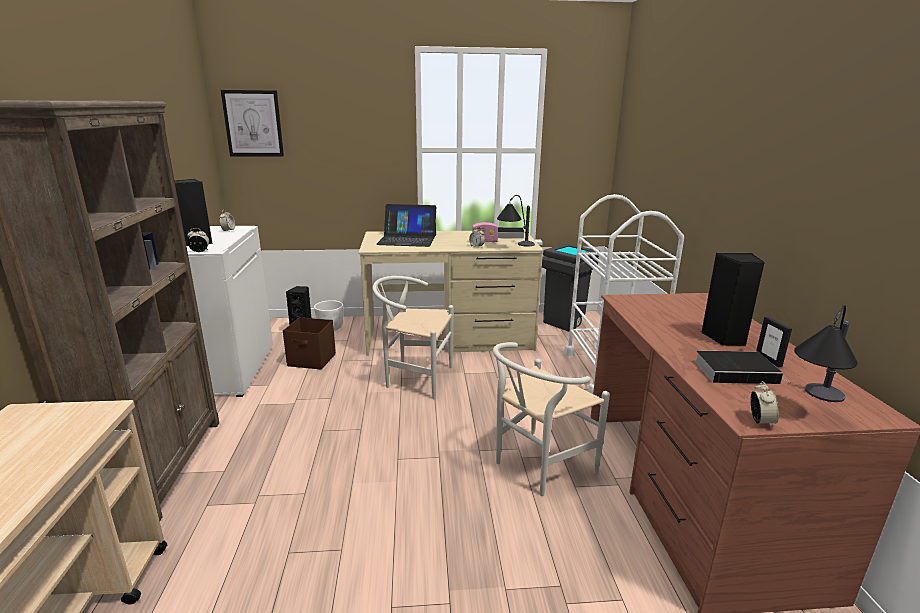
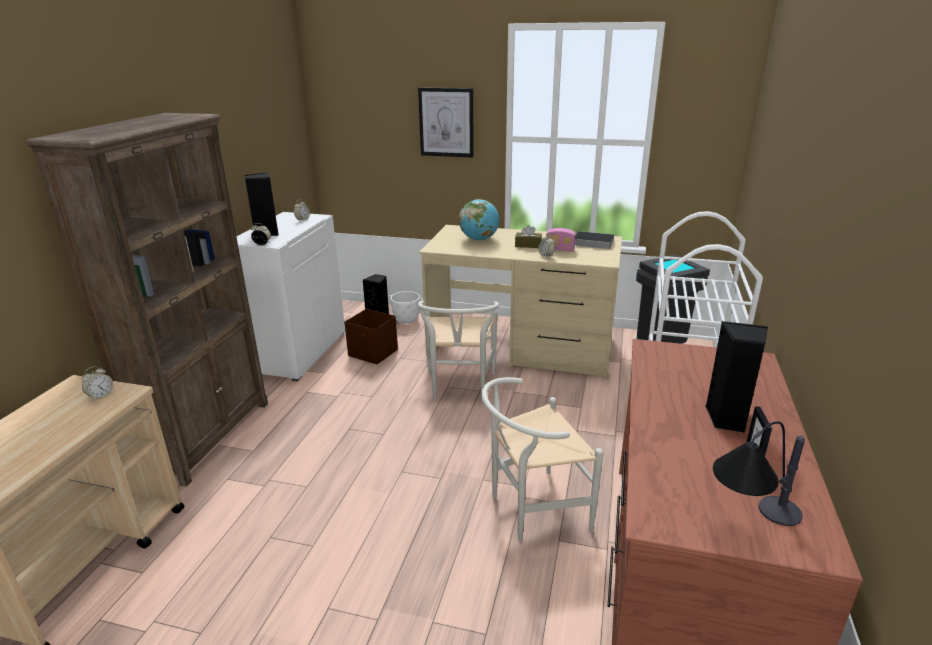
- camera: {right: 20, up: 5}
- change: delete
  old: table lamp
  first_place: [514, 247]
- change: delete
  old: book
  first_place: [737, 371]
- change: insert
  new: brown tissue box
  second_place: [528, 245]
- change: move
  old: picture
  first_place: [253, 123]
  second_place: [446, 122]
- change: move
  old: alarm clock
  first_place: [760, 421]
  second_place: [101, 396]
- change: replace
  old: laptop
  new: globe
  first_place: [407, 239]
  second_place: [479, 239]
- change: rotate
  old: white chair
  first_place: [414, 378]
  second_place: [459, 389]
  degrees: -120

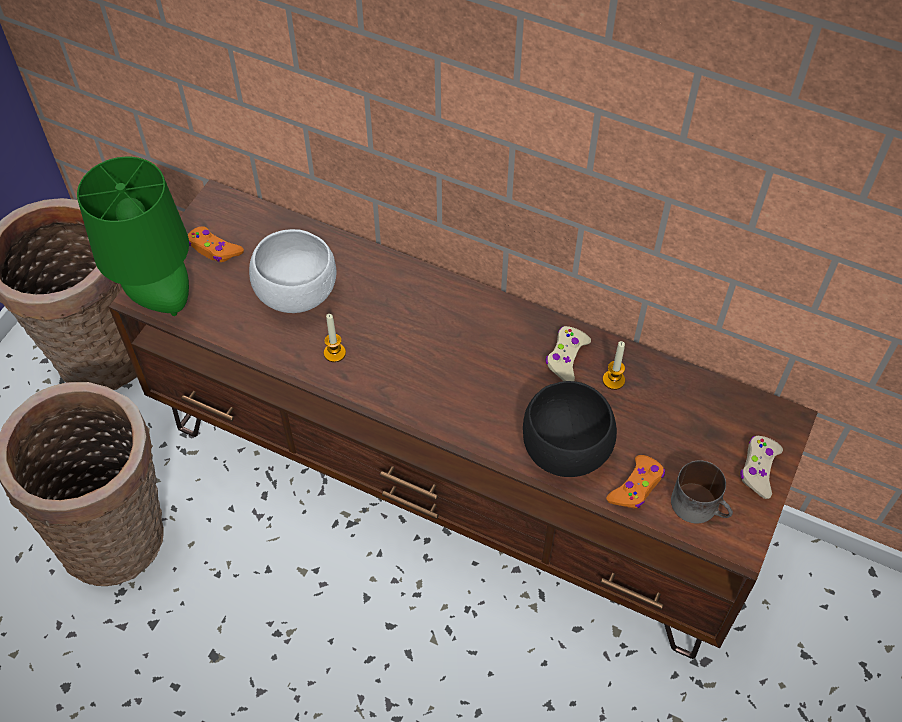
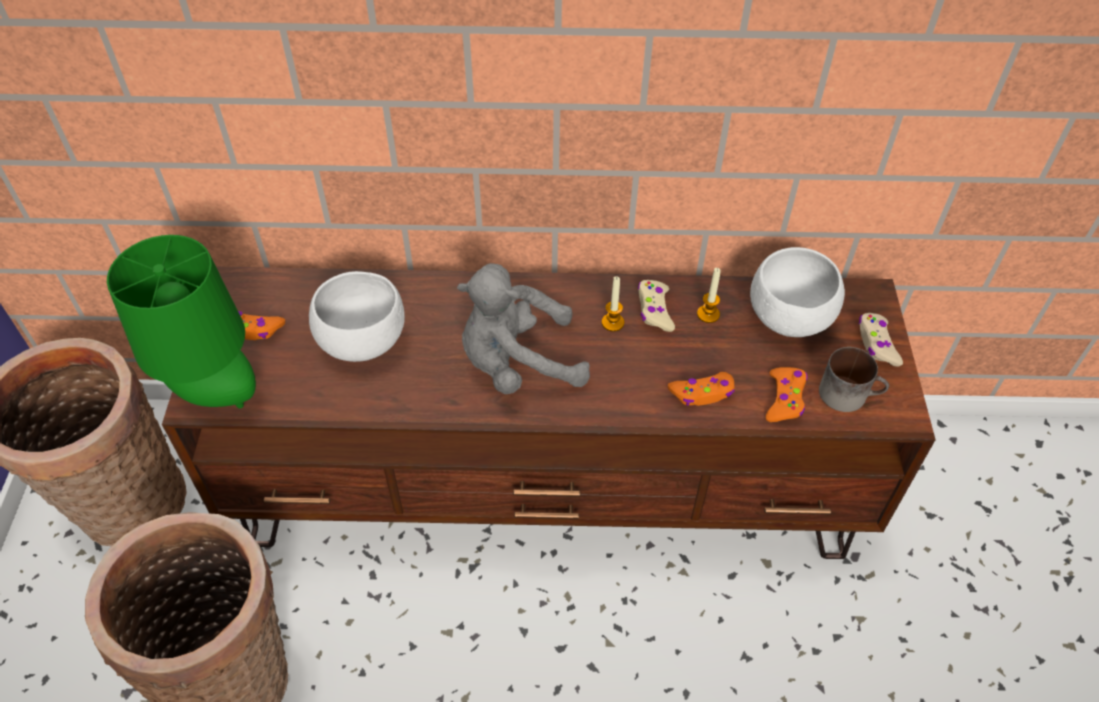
- camera: {right: -25, up: -5}
- change: insert
  new: grey plush toy
  second_place: [517, 364]
- change: insert
  new: white bowl
  second_place: [791, 320]
- change: move
  old: candle
  first_place: [334, 353]
  second_place: [612, 322]
- change: replace
  old: black bowl
  new: orange game controller
  first_place: [563, 452]
  second_place: [702, 393]

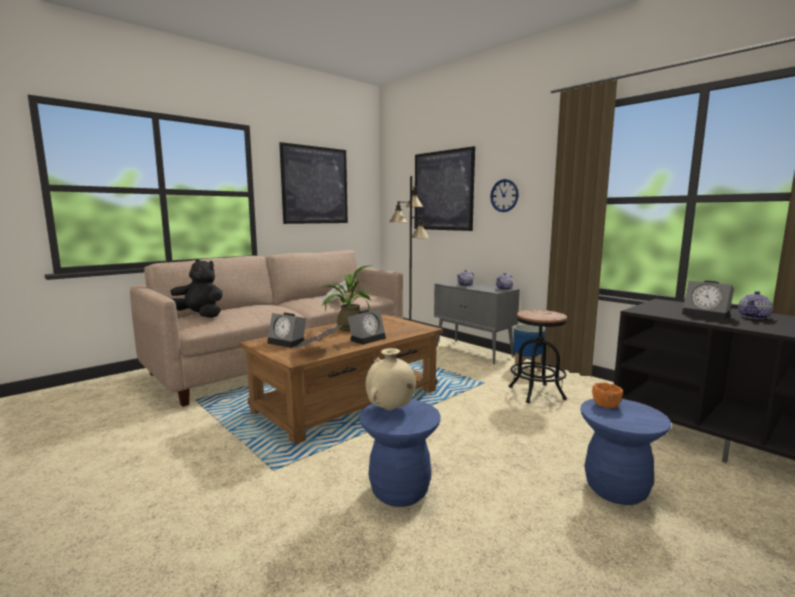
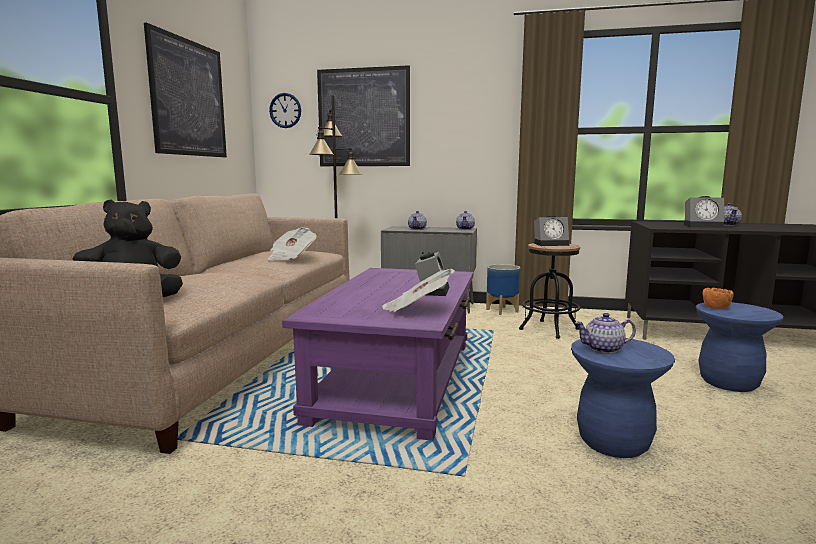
- camera: {right: -35, up: 0}
- change: delete
  old: potted plant
  first_place: [346, 328]
- change: move
  old: alarm clock
  first_place: [288, 342]
  second_place: [551, 244]
- change: move
  old: wall clock
  first_place: [504, 195]
  second_place: [285, 110]
- change: replace
  old: beige vase
  new: teapot
  first_place: [390, 410]
  second_place: [604, 349]
- change: recolor
  old: brown coffee table
  new: purple coffee table
  first_place: [348, 400]
  second_place: [397, 379]

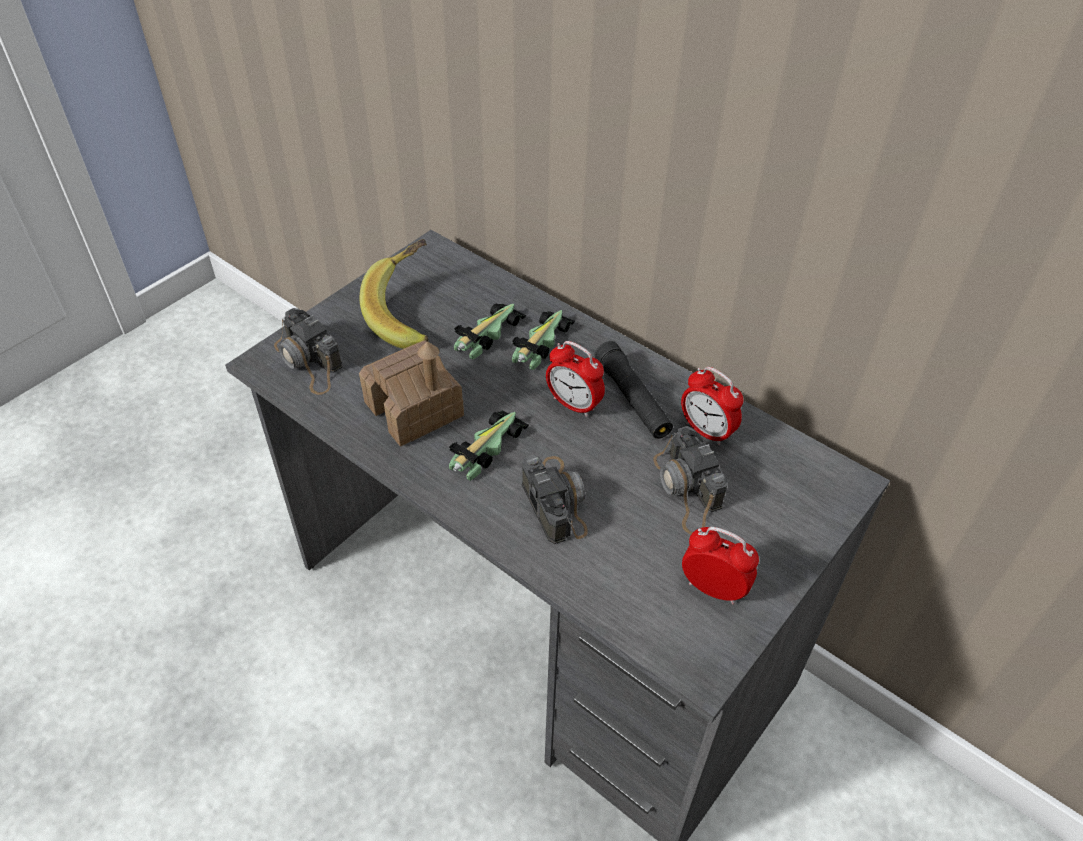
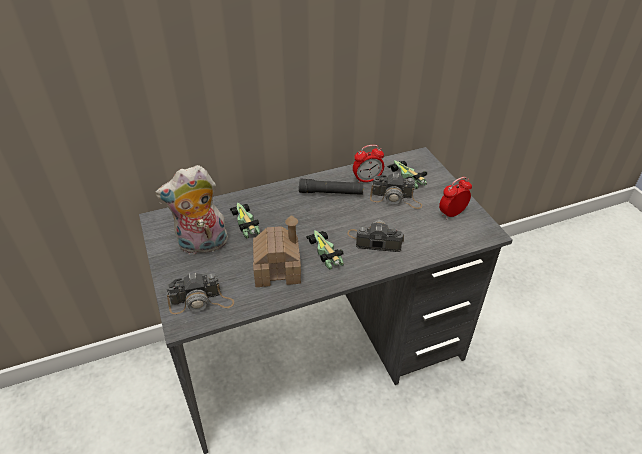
- camera: {right: -60, up: -5}
- change: delete
  old: alarm clock
  first_place: [574, 404]
- change: move
  old: toy car
  first_place: [541, 343]
  second_place: [408, 176]
- change: replace
  old: banana
  new: plush toy
  first_place: [410, 314]
  second_place: [202, 245]

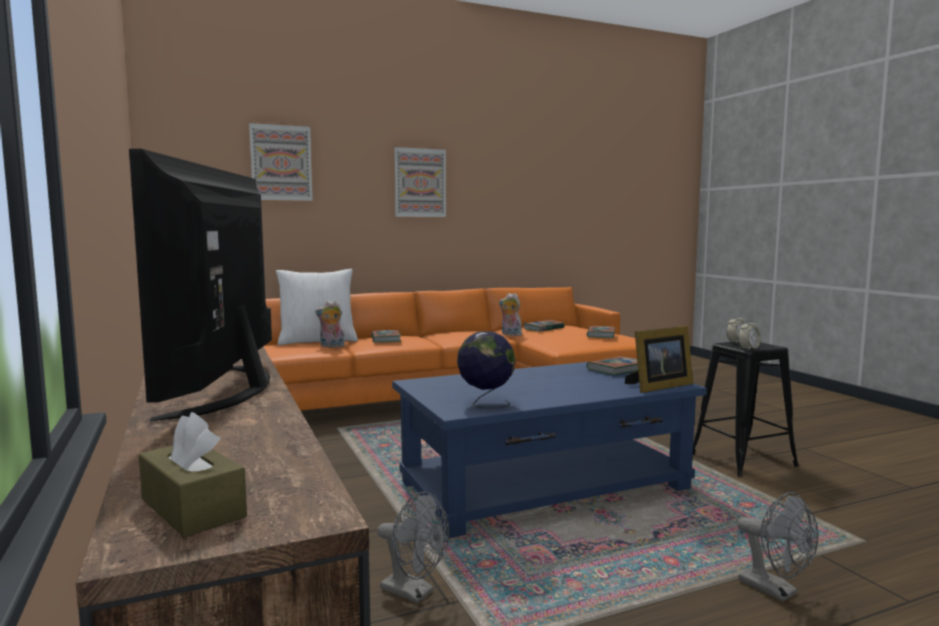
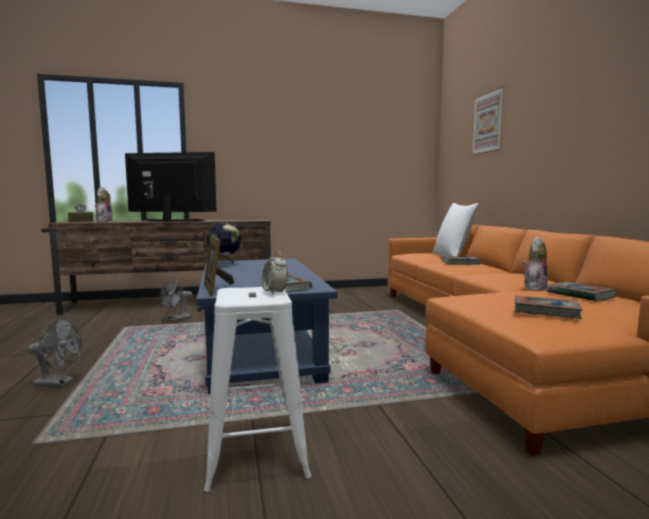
- camera: {right: 100, up: 0}
- change: delete
  old: picture
  first_place: [420, 183]
- change: delete
  old: alarm clock
  first_place: [748, 349]
- change: move
  old: plush toy
  first_place: [331, 346]
  second_place: [104, 221]
- change: recolor
  old: black stool
  new: white stool
  first_place: [742, 460]
  second_place: [255, 451]
- change: rotate
  old: grey fan
  first_place: [776, 591]
  second_place: [59, 383]
  degrees: -150

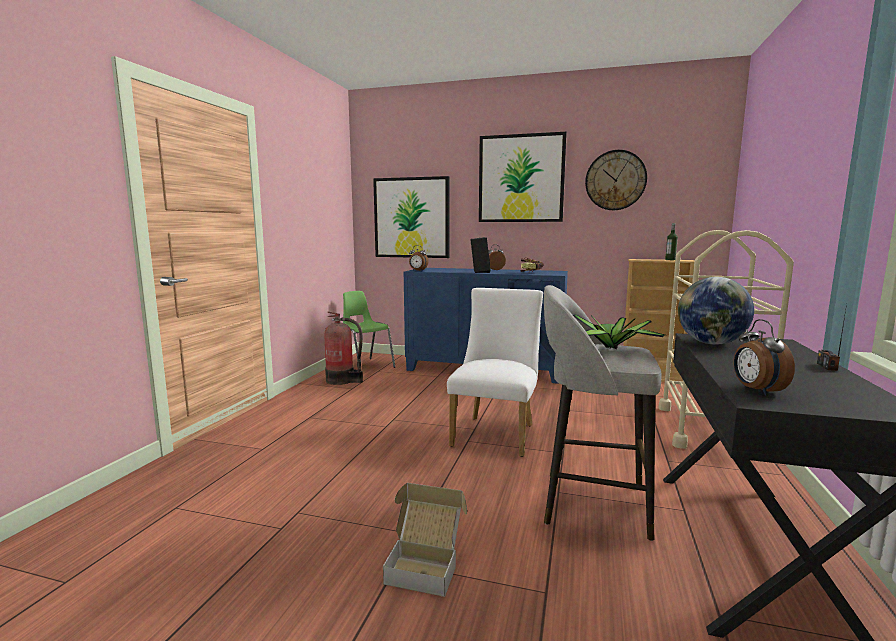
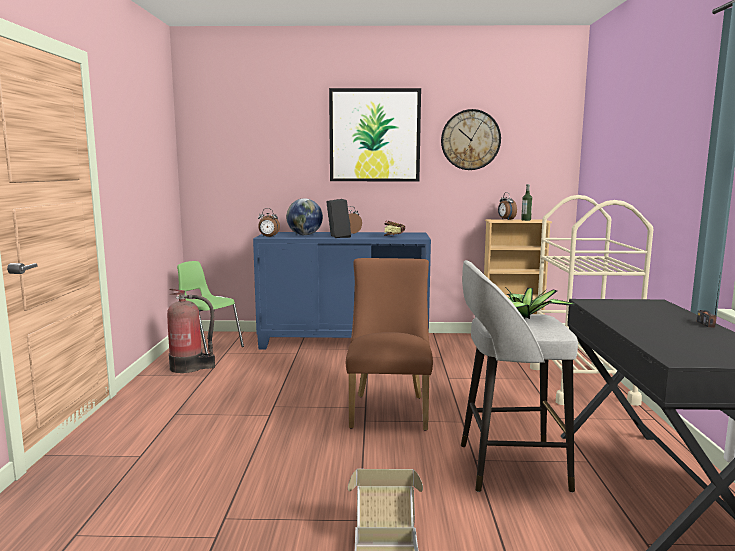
- camera: {right: -15, up: 0}
- change: delete
  old: picture
  first_place: [411, 218]
- change: move
  old: globe
  first_place: [711, 343]
  second_place: [304, 235]
- change: move
  old: alarm clock
  first_place: [756, 390]
  second_place: [506, 219]
- change: recolor
  old: white chair
  new: brown chair
  first_place: [496, 432]
  second_place: [389, 409]

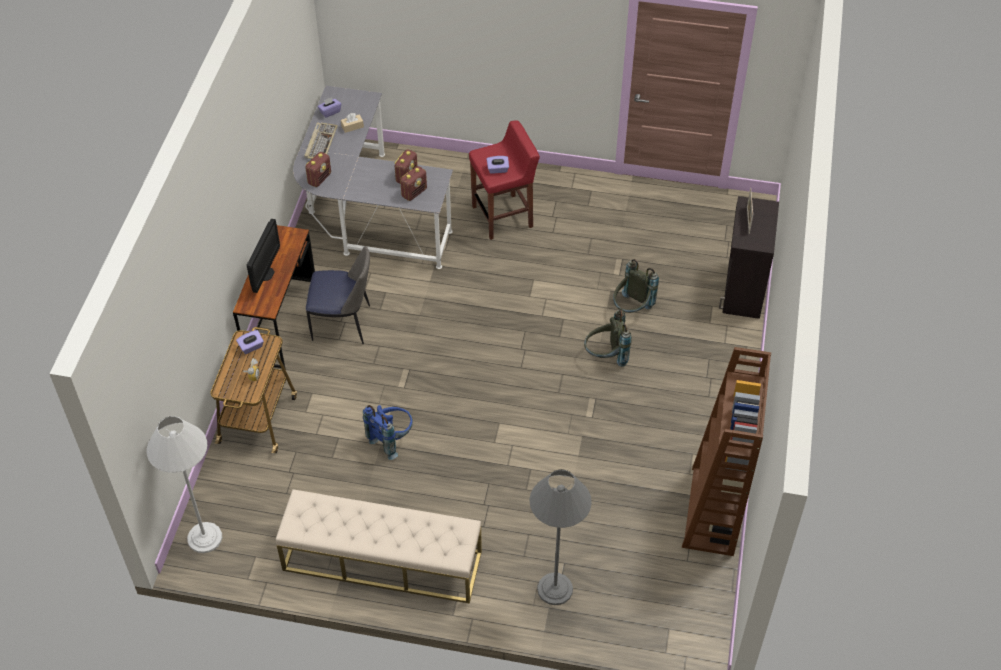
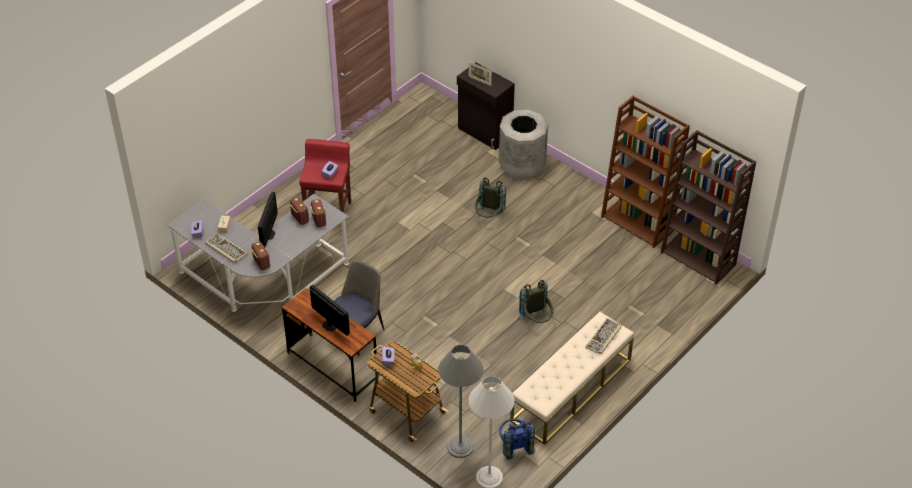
- camera: {right: -60, up: -5}
- change: insert
  new: monitor
  second_place: [268, 234]
- change: insert
  new: grey trash can
  second_place: [522, 166]
- change: insert
  new: keyboard
  second_place: [603, 337]
- change: insert
  new: brown bookcase
  second_place: [699, 258]
- change: move
  old: blue backpack
  first_place: [391, 439]
  second_place: [514, 446]
- change: move
  old: grey floor lamp
  first_place: [555, 589]
  second_place: [460, 447]
- change: move
  old: grey backpack
  first_place: [631, 309]
  second_place: [536, 320]

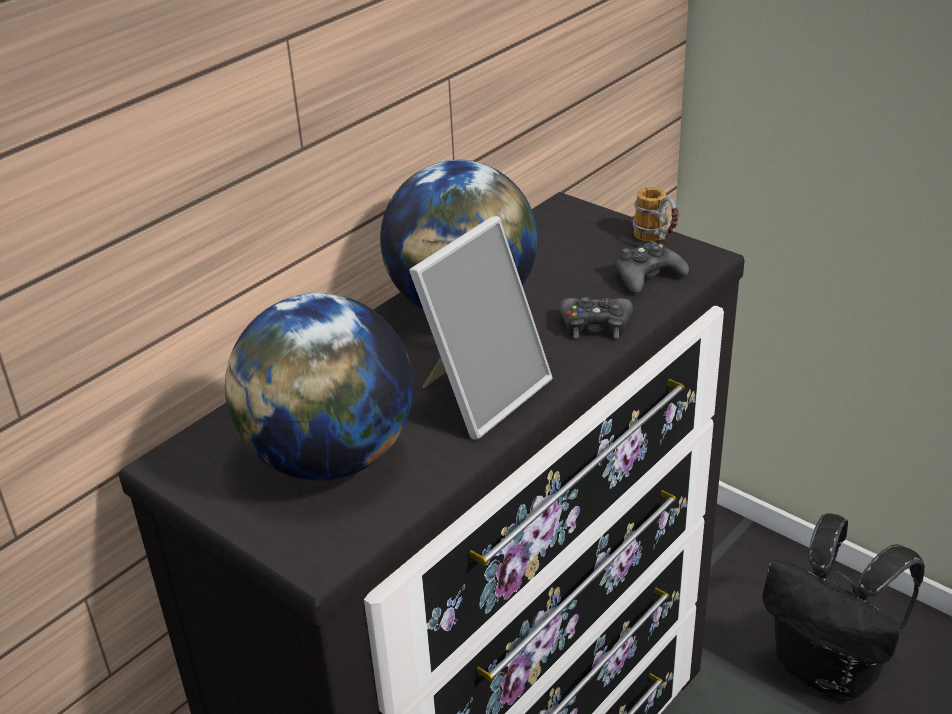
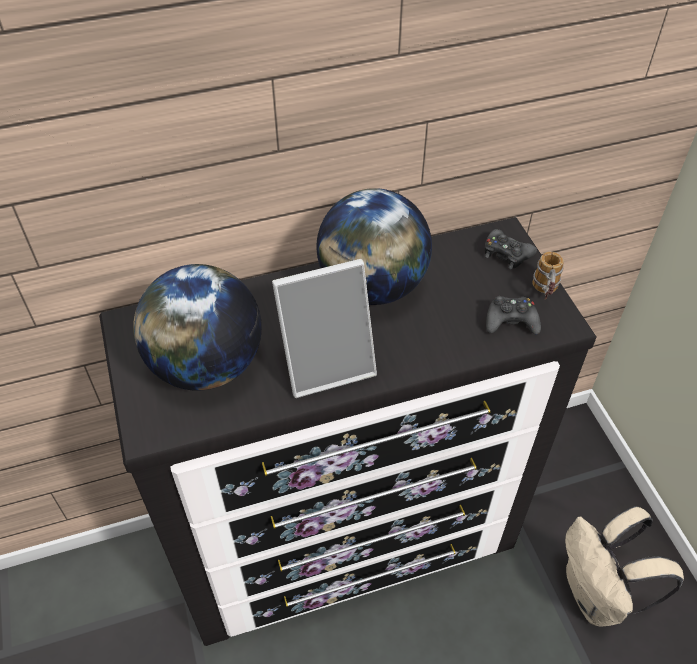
- camera: {right: 30, up: 15}
- change: move
  old: black game controller
  first_place: [595, 325]
  second_place: [506, 254]
- change: recolor
  old: black backpack
  new: beige backpack
  first_place: [829, 670]
  second_place: [597, 596]

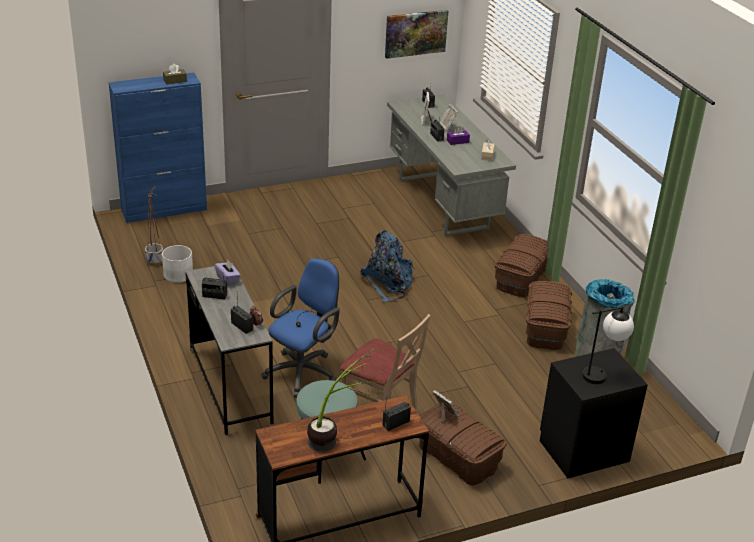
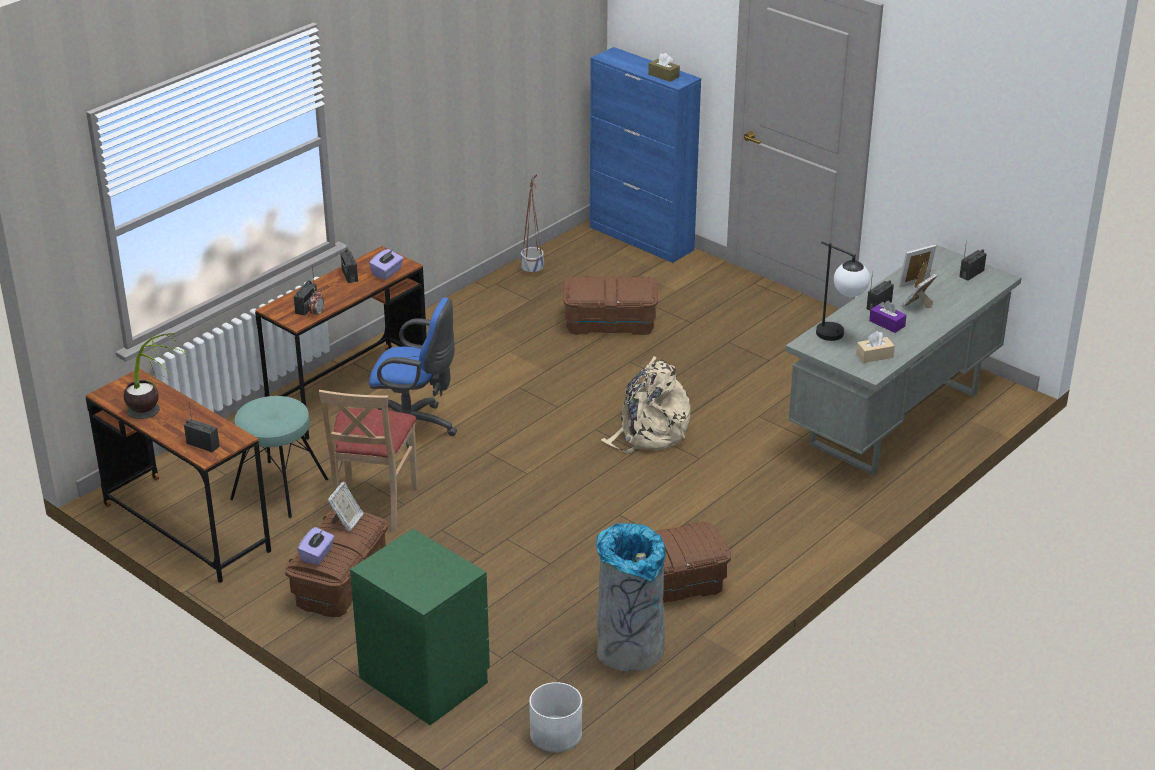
- camera: {right: 65, up: 0}
- change: delete
  old: picture
  first_place: [415, 33]
- change: insert
  new: purple tissue box
  second_place: [317, 555]
- change: move
  old: white planter
  first_place: [178, 274]
  second_place: [556, 734]
- change: move
  old: brown storage box
  first_place: [521, 278]
  second_place: [610, 323]
- change: move
  old: table lamp
  first_place: [602, 374]
  second_place: [839, 337]
- change: recolor
  old: grey desk
  new: brown desk
  first_place: [230, 386]
  second_place: [349, 392]
- change: recolor
  old: blue backpack
  new: beige backpack
  first_place: [388, 283]
  second_place: [649, 433]
- change: recolor
  old: black nightstand
  new: green nightstand
  first_place: [583, 450]
  second_place: [425, 679]

